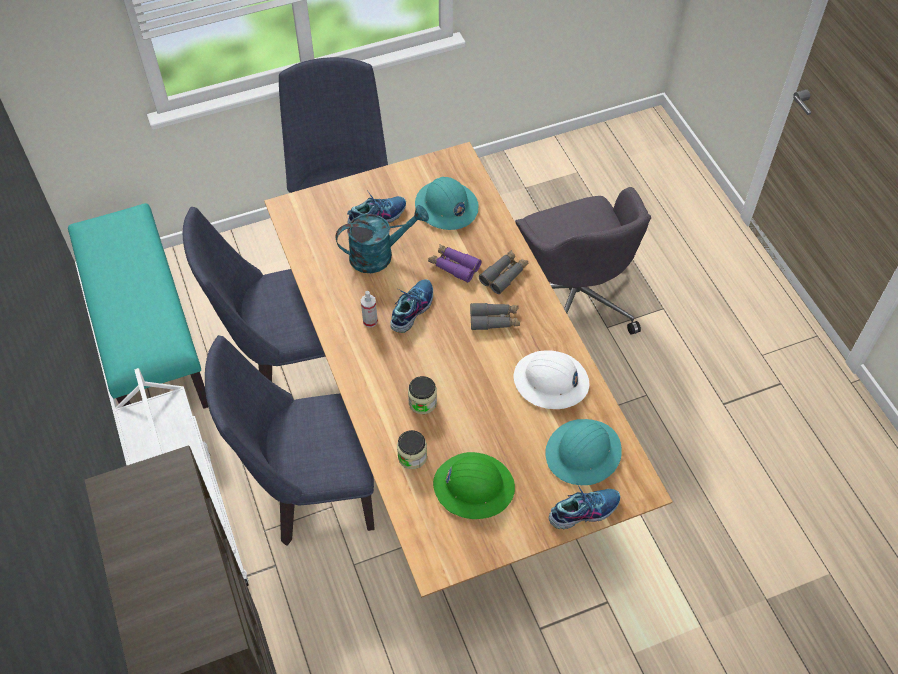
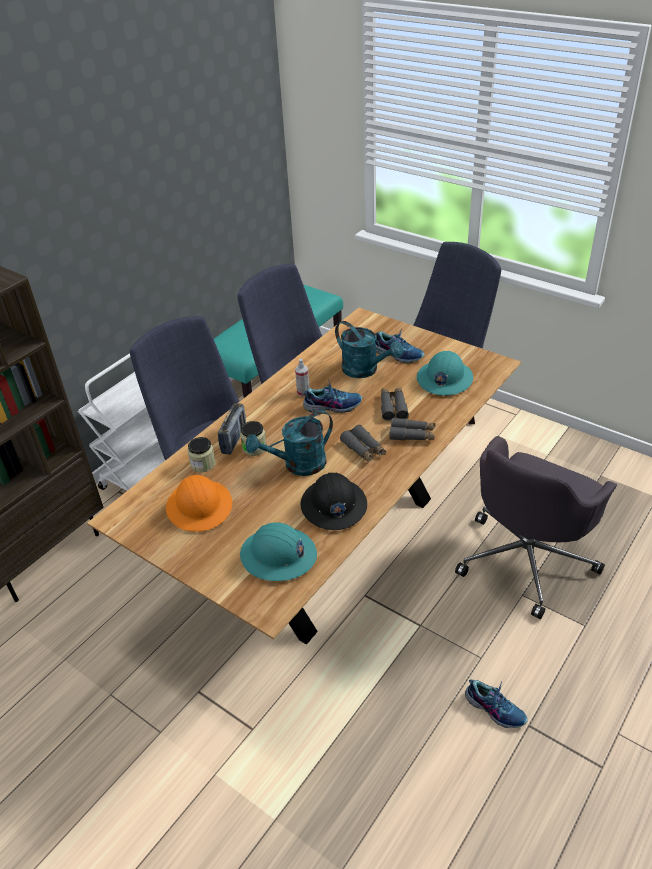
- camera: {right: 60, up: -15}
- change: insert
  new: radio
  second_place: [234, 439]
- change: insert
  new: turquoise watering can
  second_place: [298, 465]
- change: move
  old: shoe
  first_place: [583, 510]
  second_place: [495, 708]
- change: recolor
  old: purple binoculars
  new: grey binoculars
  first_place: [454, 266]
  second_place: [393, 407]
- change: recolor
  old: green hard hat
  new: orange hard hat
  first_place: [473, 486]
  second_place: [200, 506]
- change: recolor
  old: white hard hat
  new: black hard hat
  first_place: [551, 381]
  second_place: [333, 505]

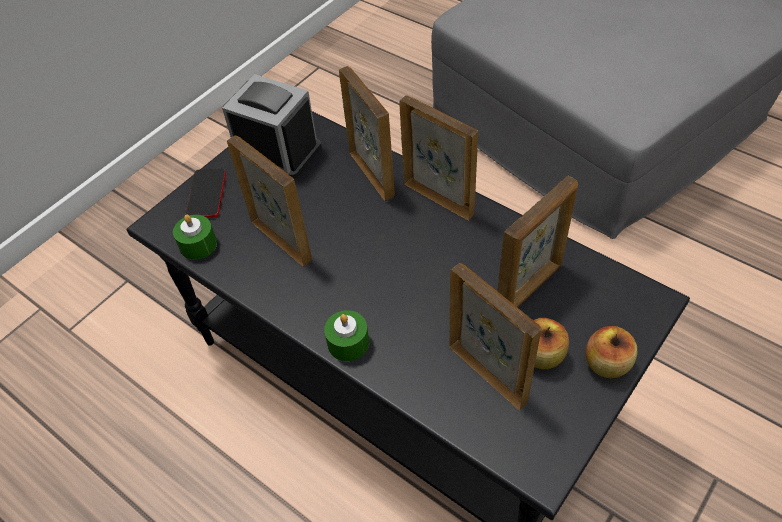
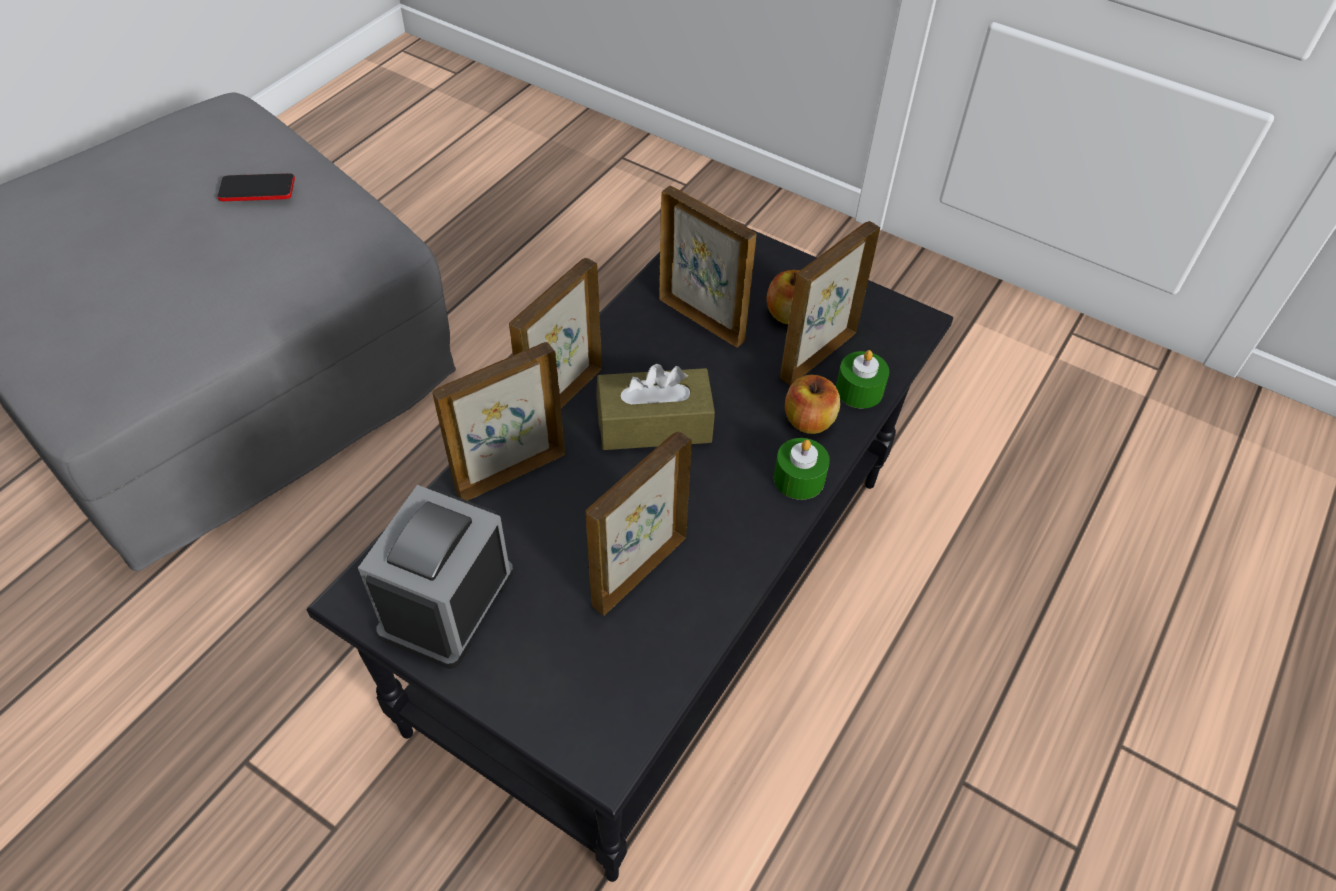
- camera: {right: -100, up: 0}
- change: insert
  new: brown tissue box
  second_place: [654, 424]
- change: move
  old: green candle
  first_place: [198, 245]
  second_place: [859, 390]
- change: move
  old: phone
  first_place: [206, 194]
  second_place: [257, 189]
- change: move
  old: apple
  first_place: [606, 364]
  second_place: [808, 421]

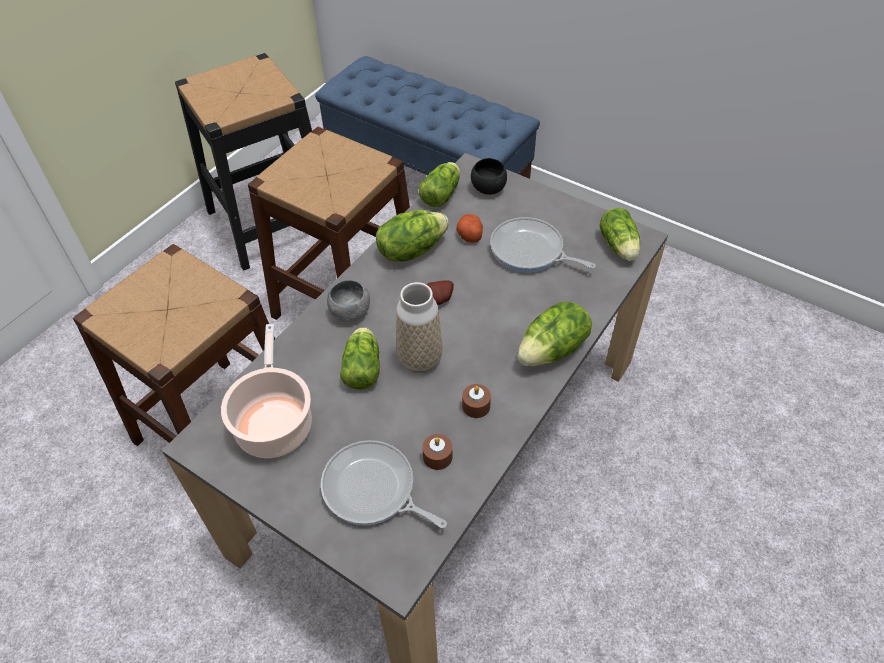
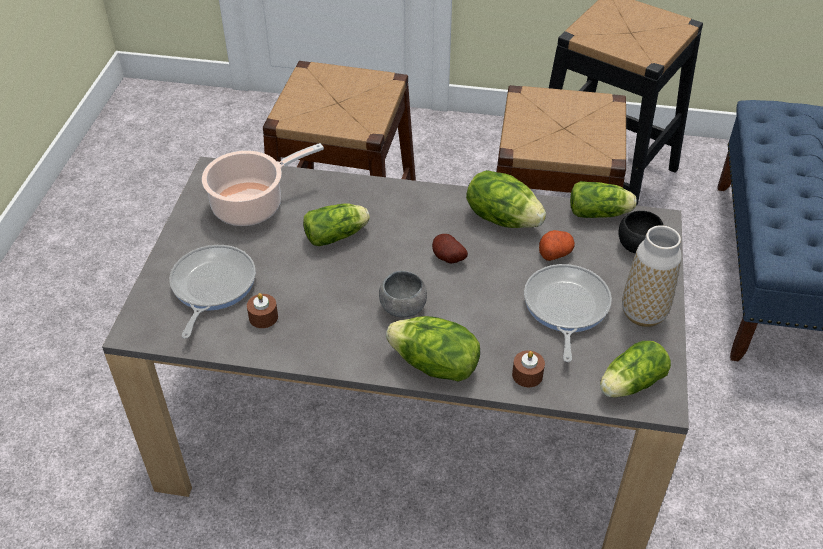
- camera: {right: 65, up: -5}
- change: move
  old: grey bowl
  first_place: [350, 312]
  second_place: [403, 307]
- change: move
  old: vase
  first_place: [420, 360]
  second_place: [643, 314]
- change: move
  old: brown candle
  first_place: [476, 406]
  second_place: [527, 375]

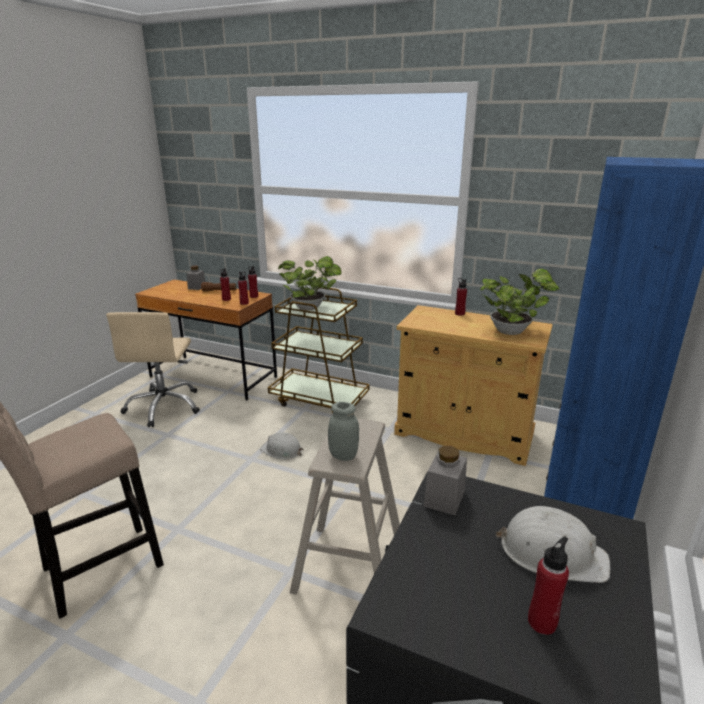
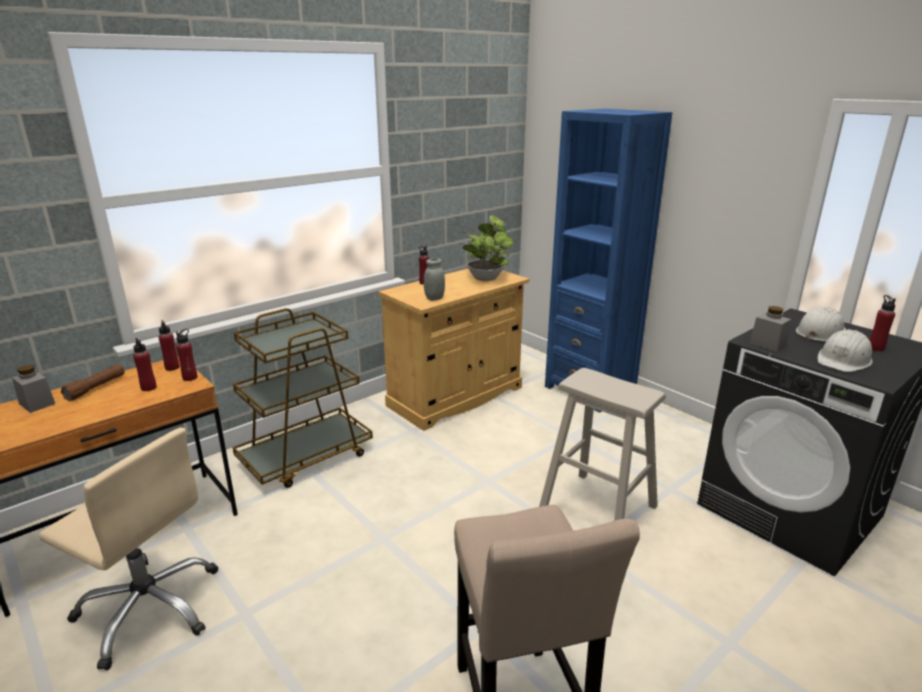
- camera: {right: -65, up: 0}
- change: delete
  old: potted plant
  first_place: [310, 308]
- change: move
  old: white hard hat
  first_place: [282, 450]
  second_place: [844, 360]
- change: move
  old: grey jar
  first_place: [343, 455]
  second_place: [434, 298]

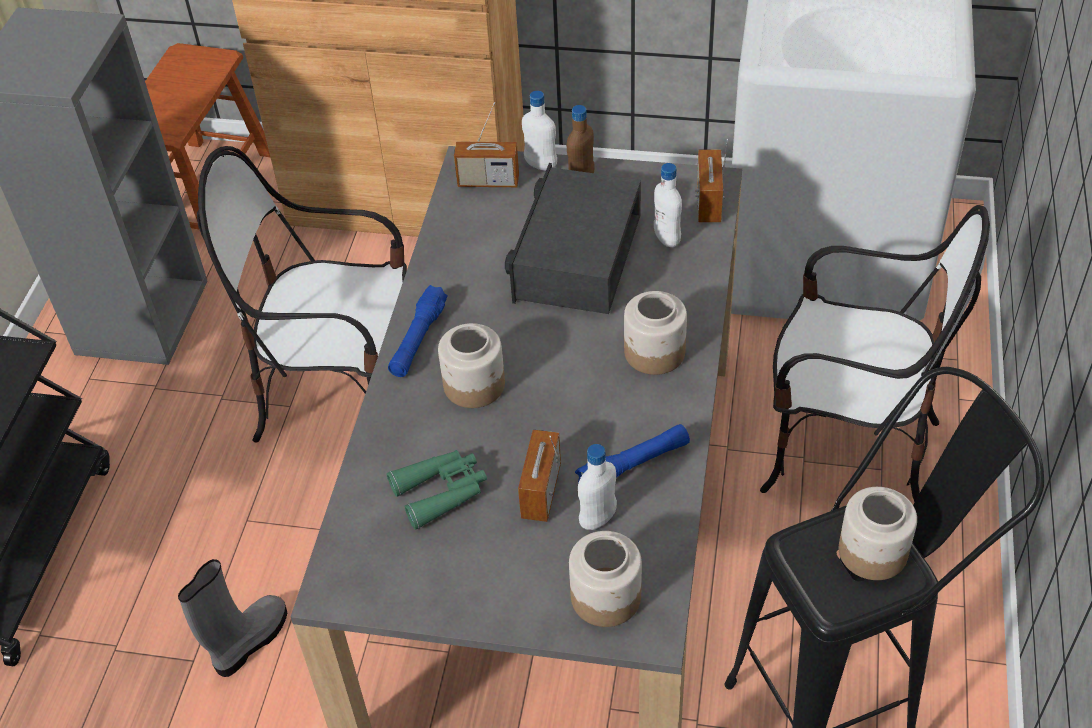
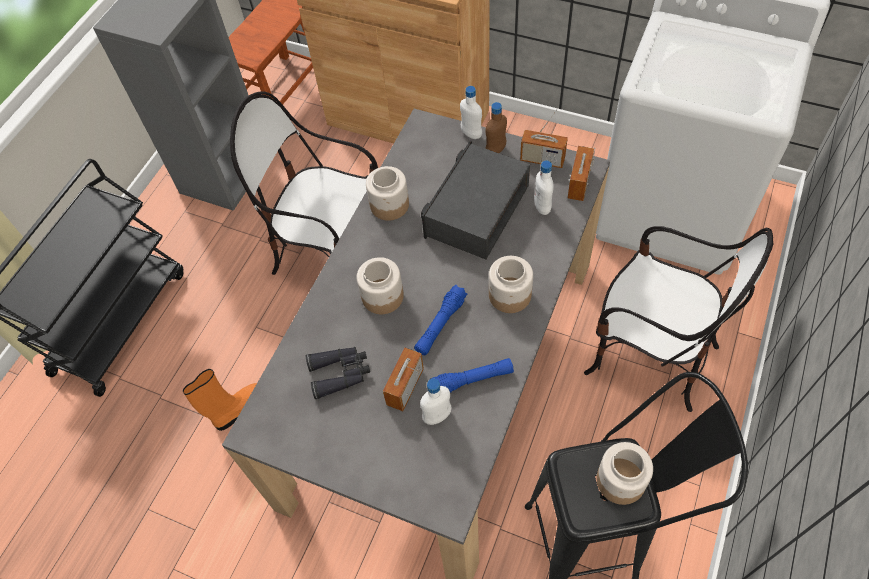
- camera: {right: 15, up: 10}
- change: move
  old: blue flashlight
  first_place: [418, 340]
  second_place: [440, 324]
- change: move
  old: radio
  first_place: [488, 181]
  second_place: [542, 159]
- change: move
  old: jar
  first_place: [606, 596]
  second_place: [390, 204]
- change: recolor
  old: grey boot
  new: orange boot
  first_place: [249, 642]
  second_place: [238, 410]
- change: recolor
  old: green binoculars
  new: black binoculars
  first_place: [441, 492]
  second_place: [340, 373]

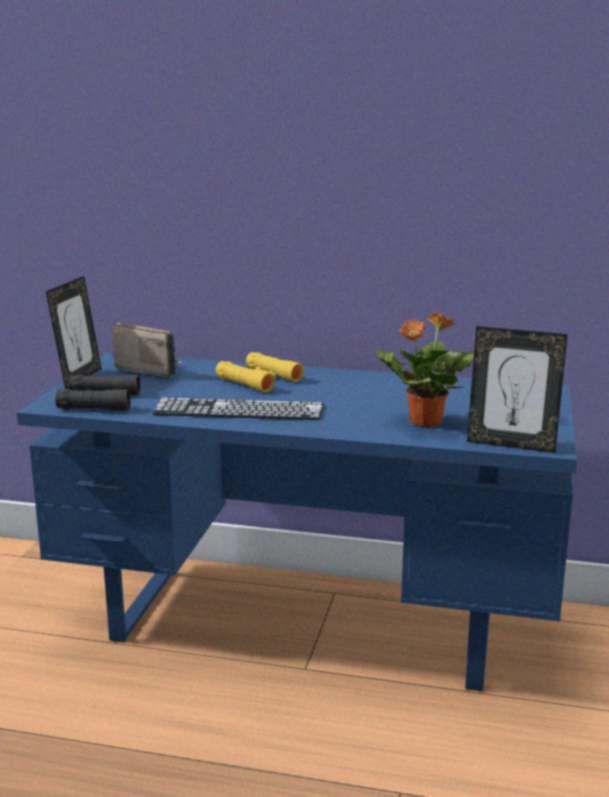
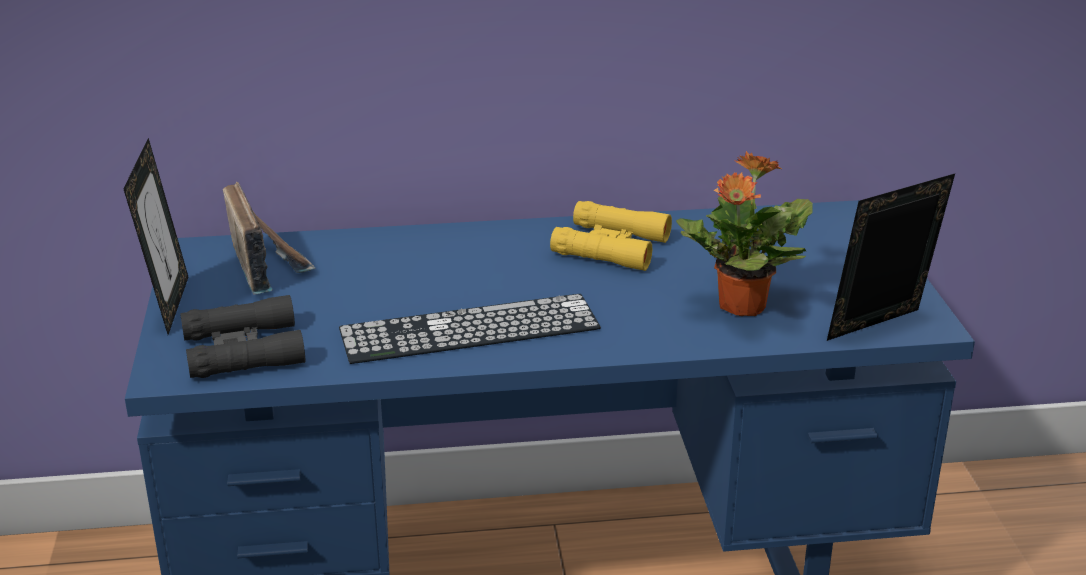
- camera: {right: -20, up: 10}
- change: move
  old: yellow binoculars
  first_place: [259, 380]
  second_place: [611, 246]
- change: rotate
  old: radio
  first_place: [149, 369]
  second_place: [267, 265]
  degrees: 60
- change: rotate
  old: picture frame
  first_place: [511, 444]
  second_place: [880, 329]
  degrees: 150

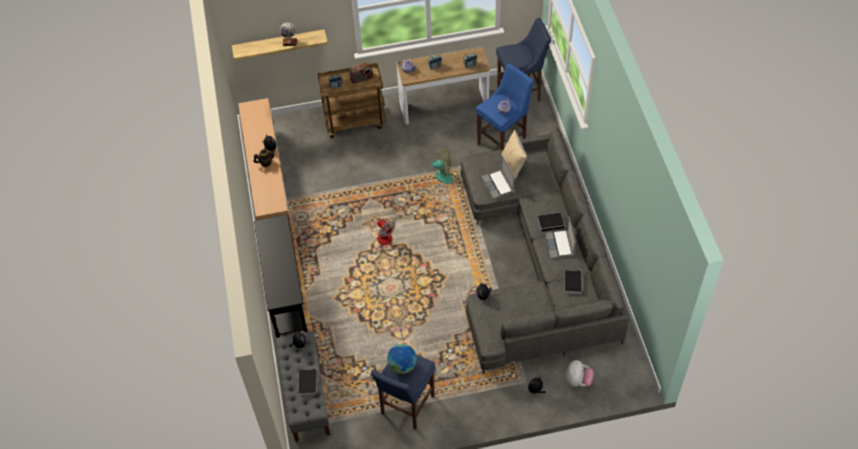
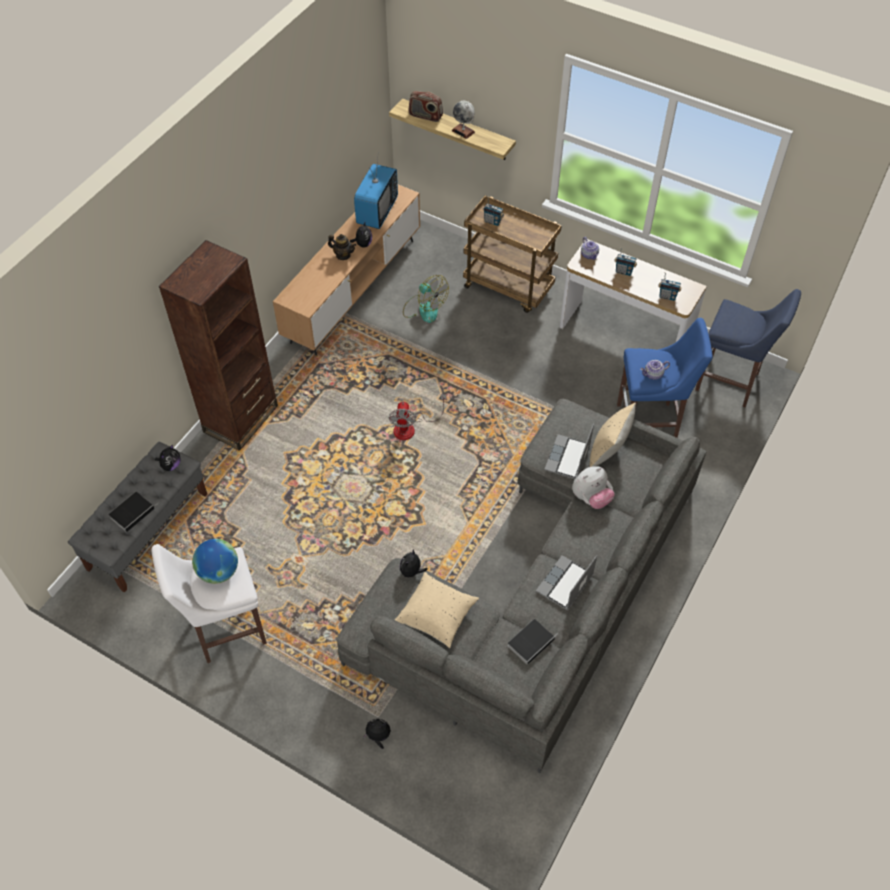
- camera: {right: 40, up: 0}
- change: delete
  old: book
  first_place: [551, 223]
- change: insert
  new: television
  second_place: [377, 212]
- change: insert
  new: beige pillow
  second_place: [436, 615]
- change: move
  old: radio
  first_place: [361, 78]
  second_place: [425, 116]
- change: move
  old: fan
  first_place: [439, 177]
  second_place: [424, 308]
- change: move
  old: plush toy
  first_place: [577, 380]
  second_place: [591, 498]
- change: replace
  old: black console table
  new: brown bookcase
  first_place: [287, 300]
  second_place: [241, 419]
- change: recolor
  old: blue stool
  new: white stool
  first_place: [406, 407]
  second_place: [225, 630]

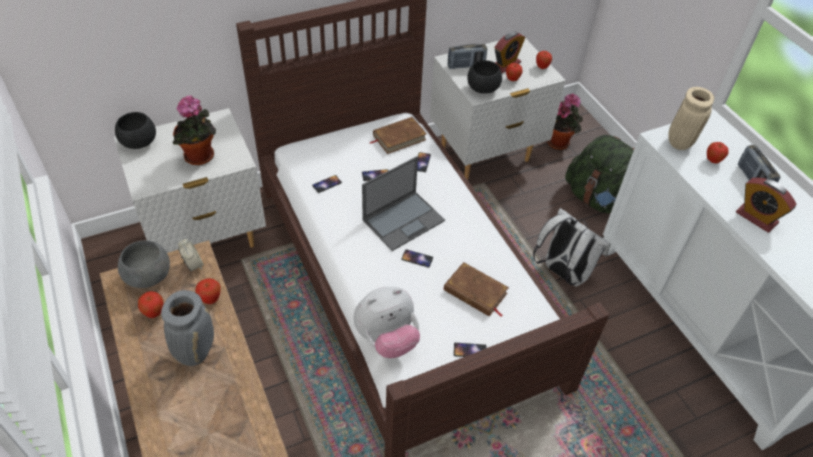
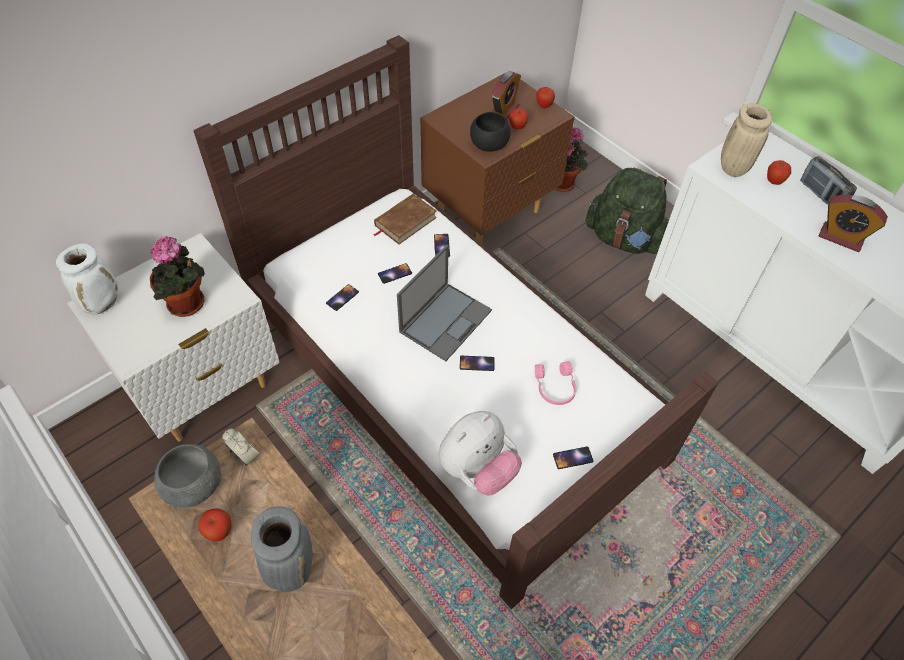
- camera: {right: -15, up: 5}
- change: delete
  old: apple
  first_place: [210, 299]
- change: delete
  old: radio
  first_place: [466, 66]
- change: delete
  old: white backpack
  first_place: [562, 273]
- change: replace
  old: black bowl
  new: white vase
  first_place: [139, 142]
  second_place: [103, 303]
- change: replace
  old: brown book
  new: pink headphones
  first_place: [475, 292]
  second_place: [554, 387]
- change: recolor
  old: white nightstand
  new: brown nightstand
  first_place: [485, 154]
  second_place: [489, 214]

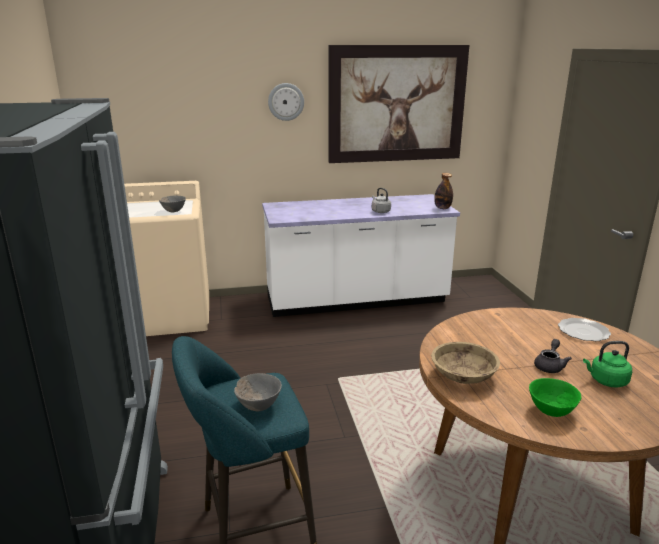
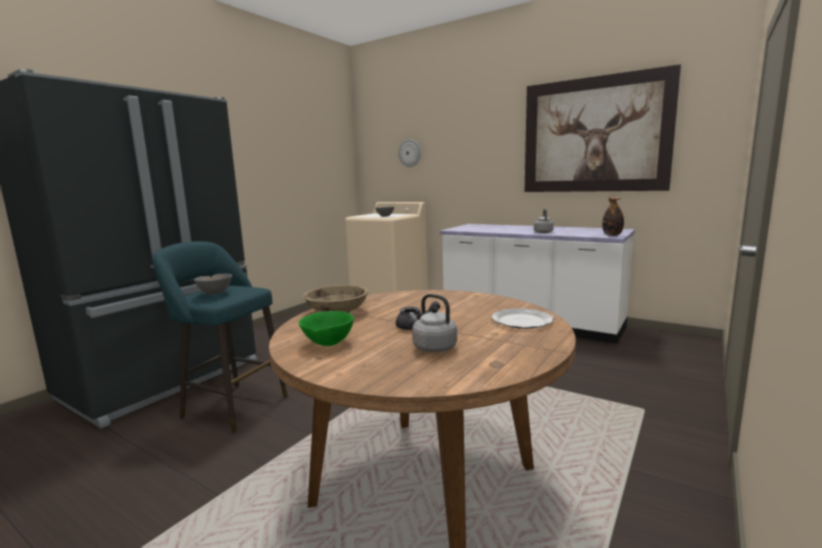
- camera: {right: 45, up: -10}
- change: move
  old: wall clock
  first_place: [286, 101]
  second_place: [410, 153]
- change: recolor
  old: green kettle
  new: grey kettle
  first_place: [606, 381]
  second_place: [432, 347]

